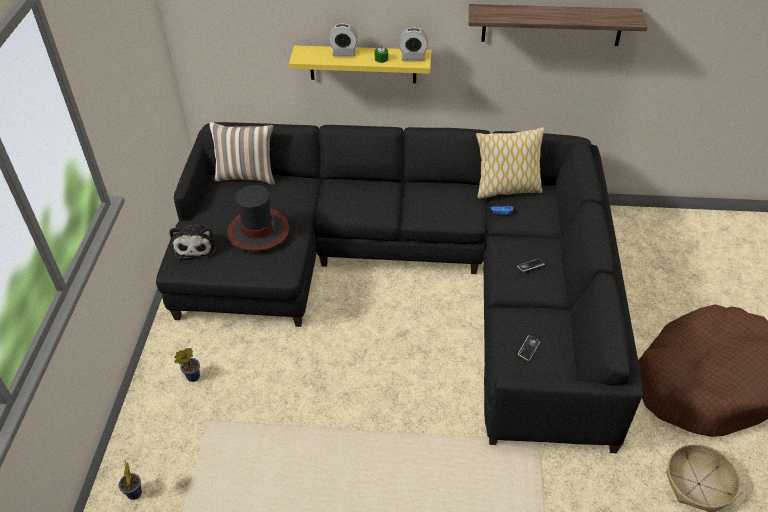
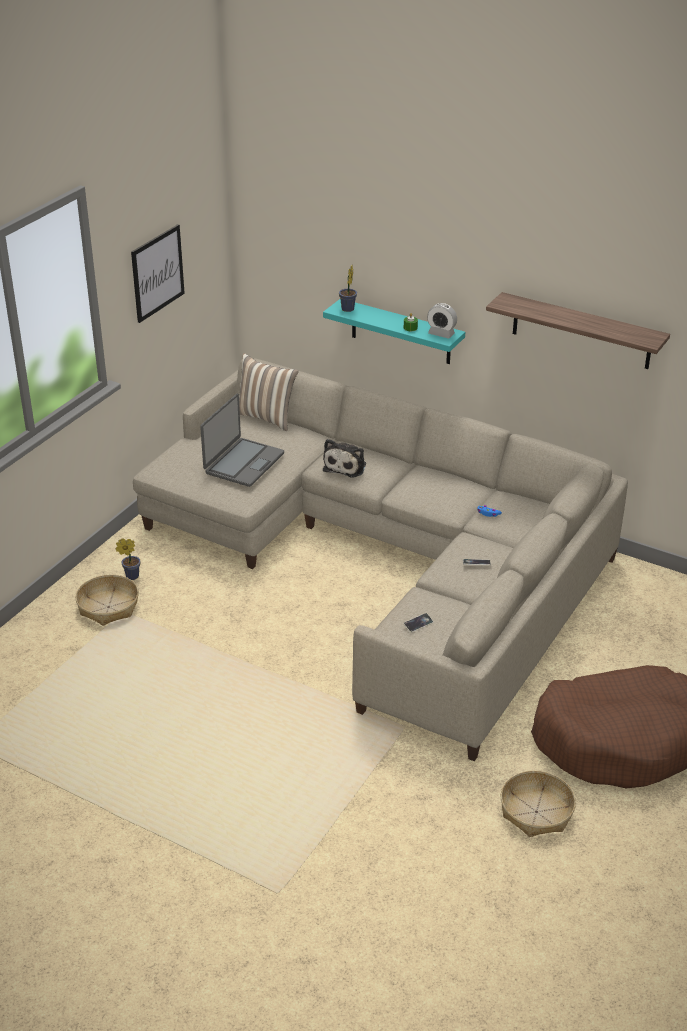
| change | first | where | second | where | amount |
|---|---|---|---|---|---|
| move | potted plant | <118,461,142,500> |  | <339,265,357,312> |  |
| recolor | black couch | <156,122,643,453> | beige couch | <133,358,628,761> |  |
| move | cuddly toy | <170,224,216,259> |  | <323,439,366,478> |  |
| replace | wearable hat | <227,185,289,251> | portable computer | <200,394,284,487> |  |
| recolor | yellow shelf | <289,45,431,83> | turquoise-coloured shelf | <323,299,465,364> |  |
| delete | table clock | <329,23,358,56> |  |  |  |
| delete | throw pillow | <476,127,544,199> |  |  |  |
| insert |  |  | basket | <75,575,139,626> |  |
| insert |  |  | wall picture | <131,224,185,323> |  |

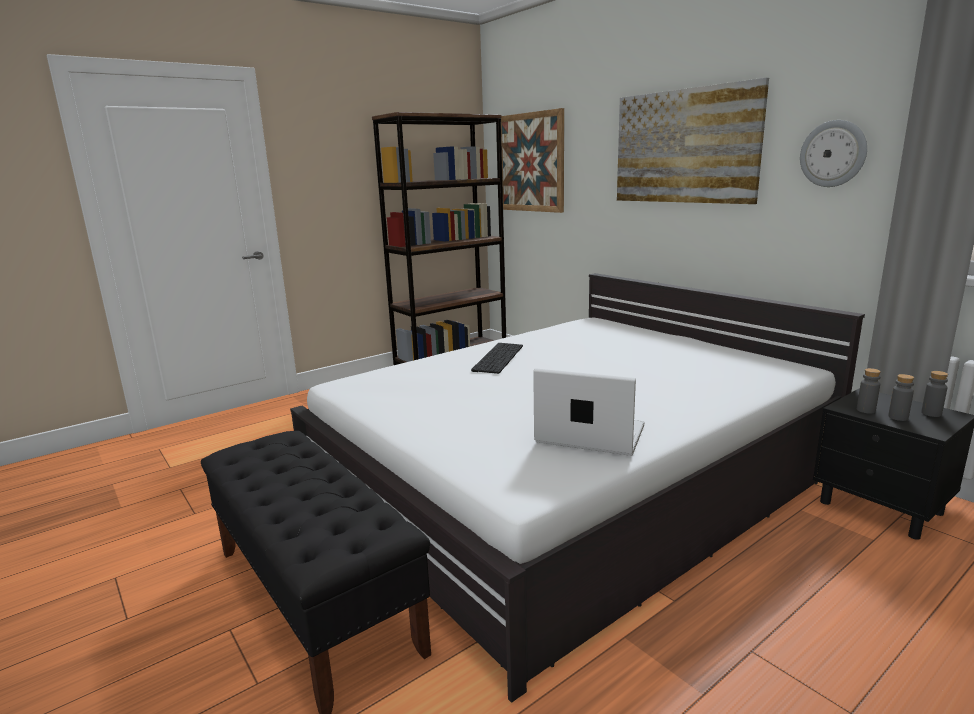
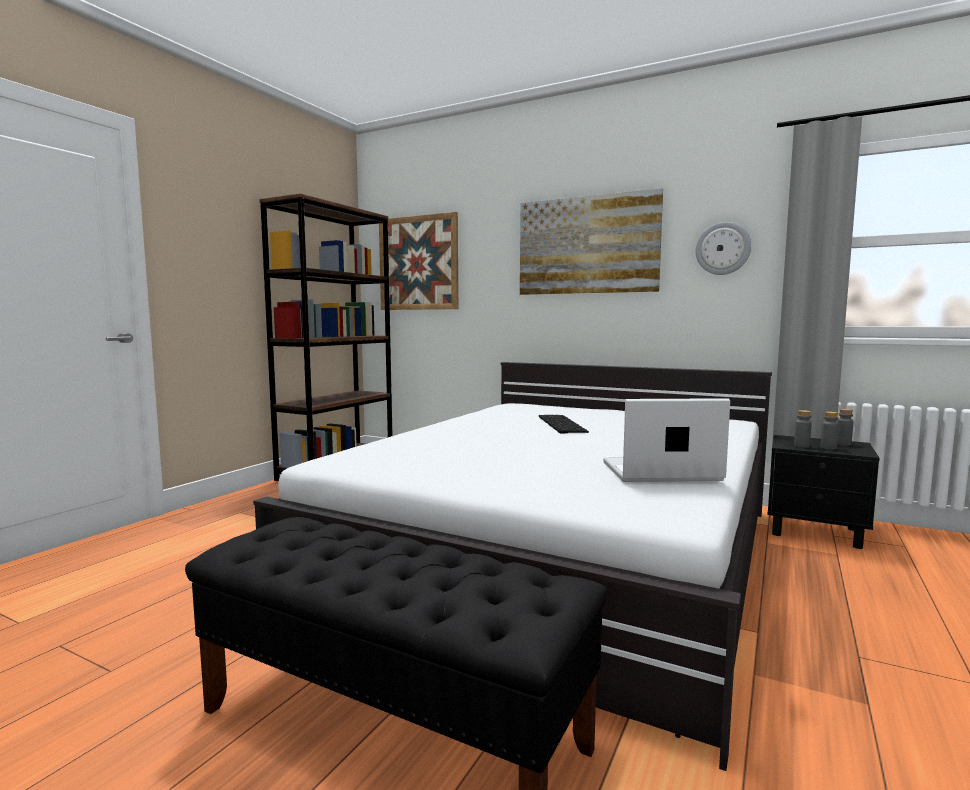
| change | first | where | second | where | amount |
|---|---|---|---|---|---|
| move | keyboard | <471,343,523,374> |  | <539,415,589,433> |  |

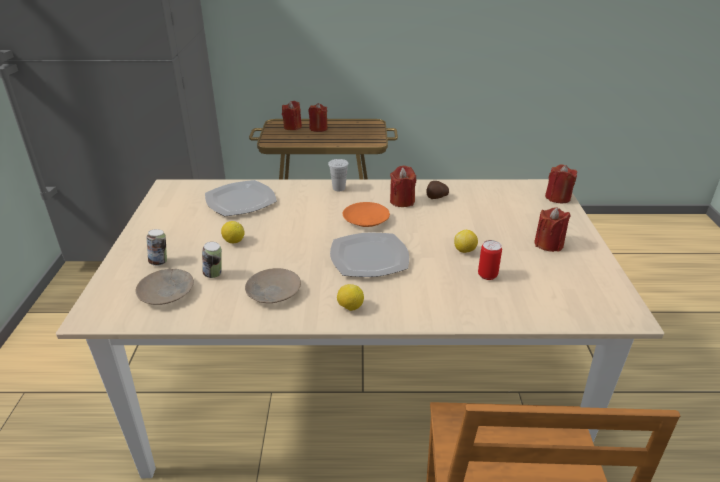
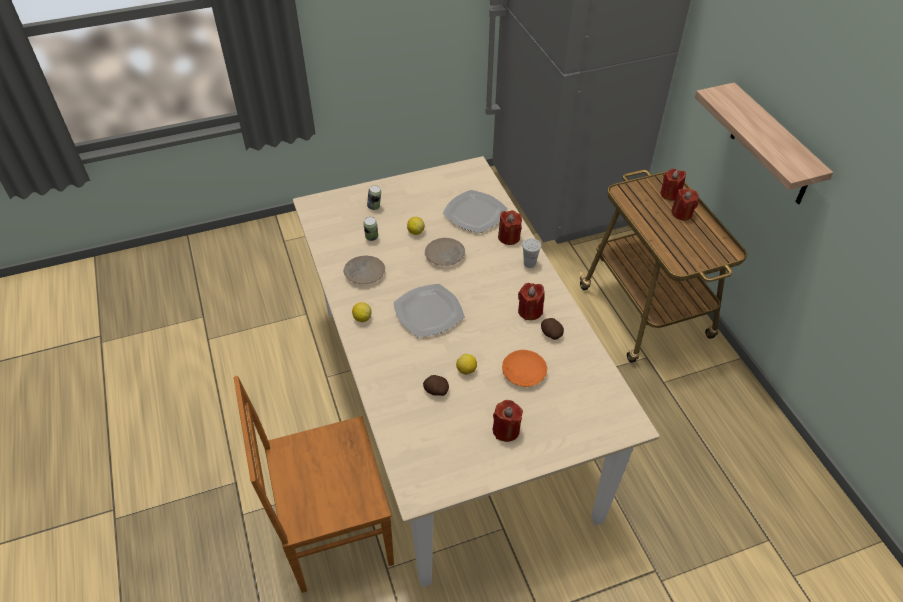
| change | first | where | second | where | amount |
|---|---|---|---|---|---|
| move | beige dinner plate | <135,269,194,305> |  | <425,238,465,266> |  |
| move | orange dinner plate | <343,202,390,227> |  | <502,350,547,387> |  |
| replace | metal can | <478,240,502,280> | potato | <423,375,449,396> |  |
| move | red wax candle | <545,164,577,203> |  | <498,210,522,245> |  |
| insert |  |  | shelf | <695,82,833,204> |  |

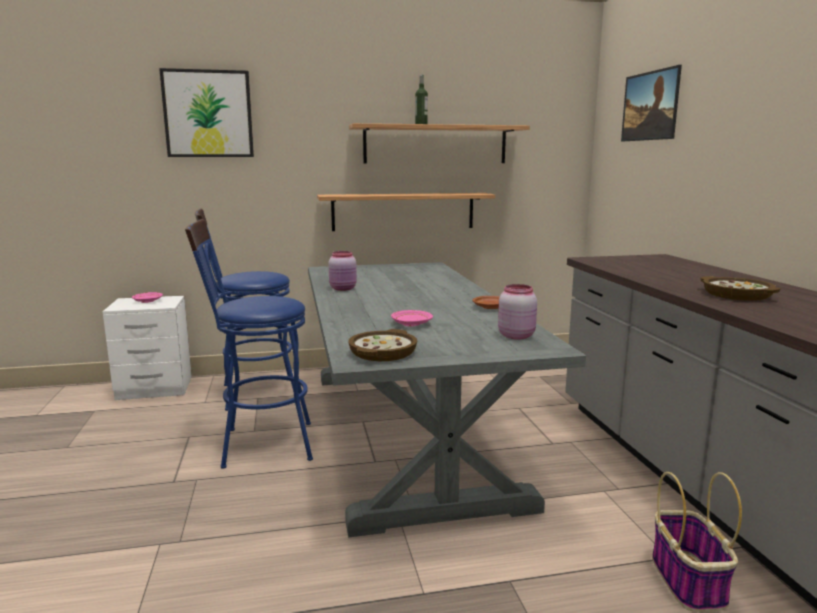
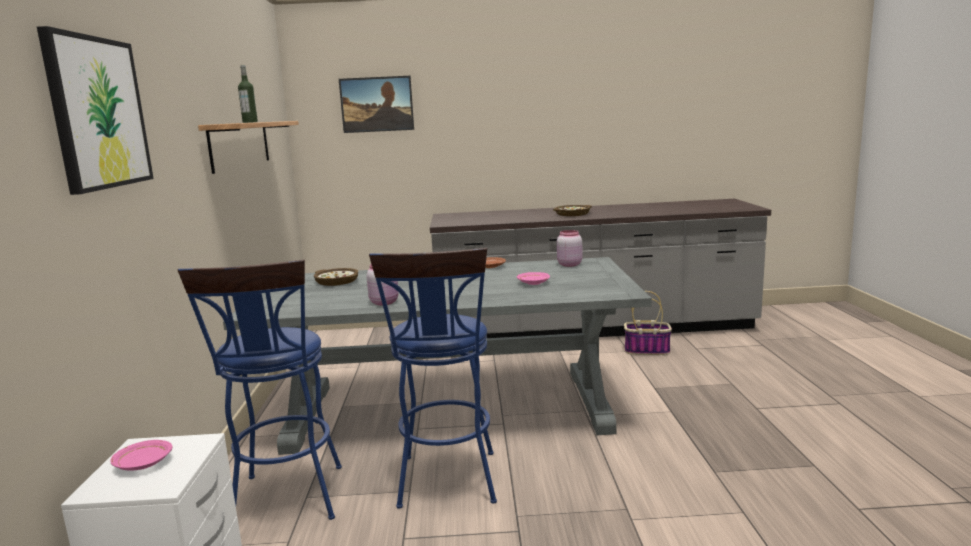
| change | first | where | second | where | amount |
|---|---|---|---|---|---|
| delete | shelf | <317,193,495,231> |  |  |  |
| move | bowl | <348,329,417,361> |  | <314,268,358,286> |  |

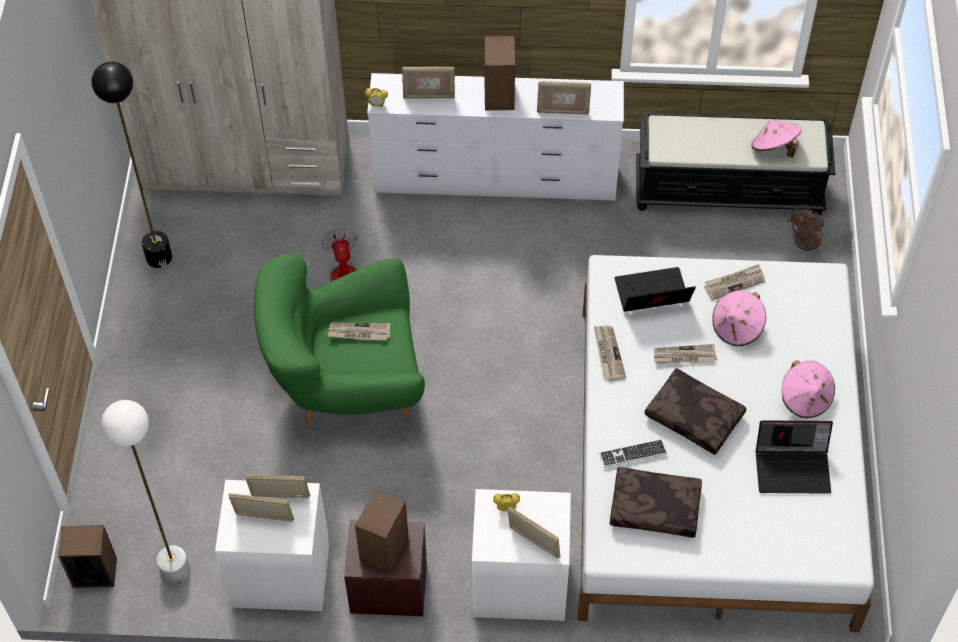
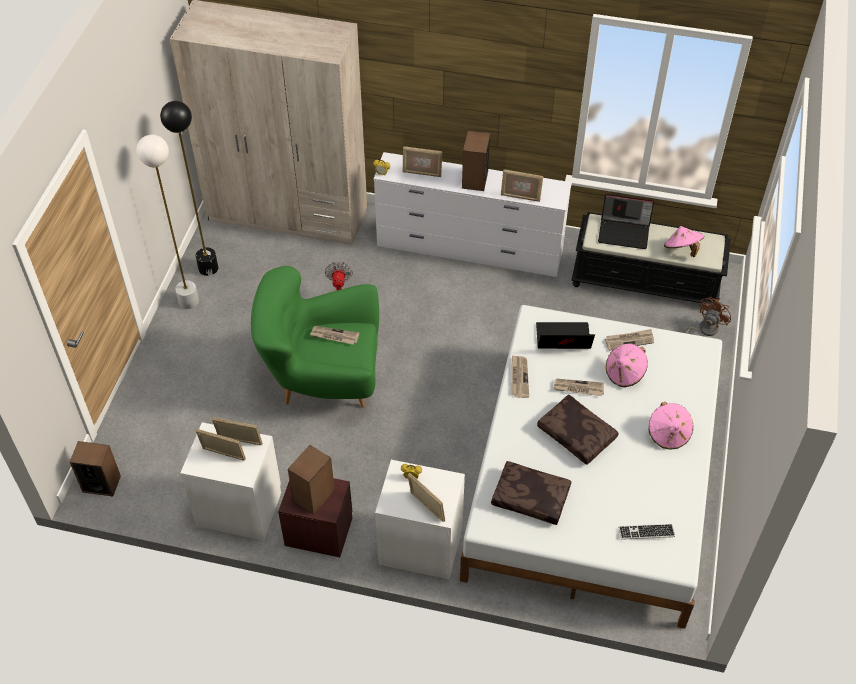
| change | first | where | second | where | amount |
|---|---|---|---|---|---|
| move | white-coloured standard lamp | <101,400,191,585> |  | <136,135,199,309> |  |
| move | keyboard | <599,439,667,468> |  | <618,524,675,540> |  |
| move | portable computer | <756,420,833,494> |  | <598,194,654,249> |  |
| rotate | brownish fan | <787,204,853,251> |  | <683,297,731,336> | 150 degrees clockwise |

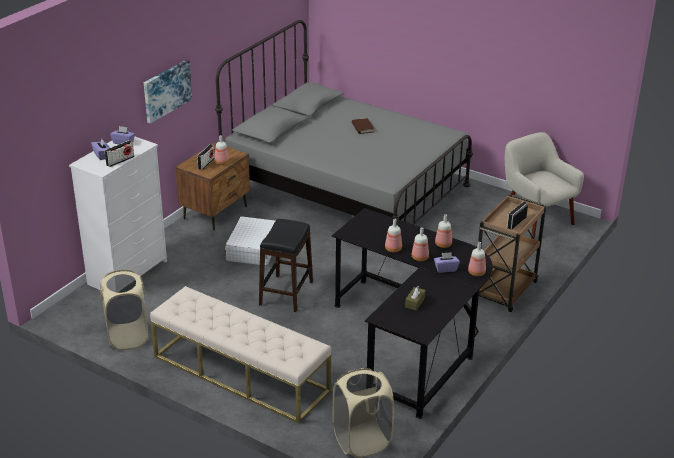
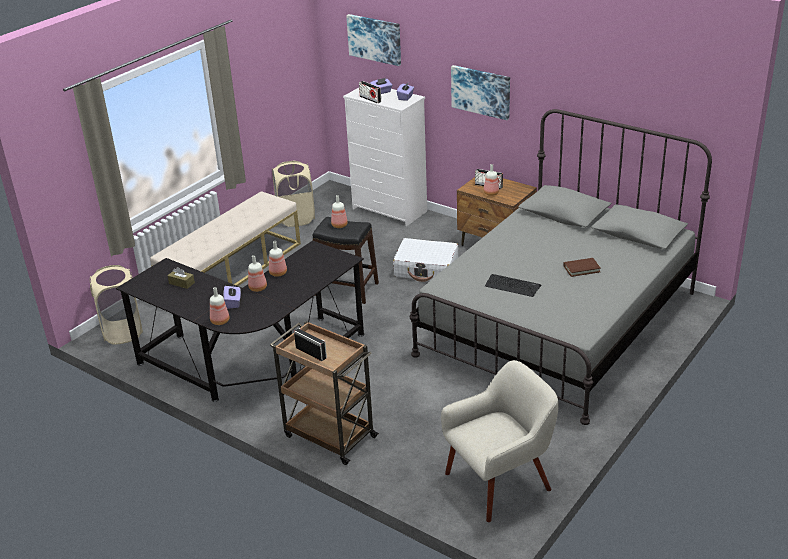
| change | first | where | second | where | amount |
|---|---|---|---|---|---|
| move | beverage bottle | <435,214,452,248> |  | <331,195,348,228> |  |
| insert |  |  | wall picture | <346,14,401,66> |  |
| insert |  |  | keyboard | <485,274,541,297> |  |

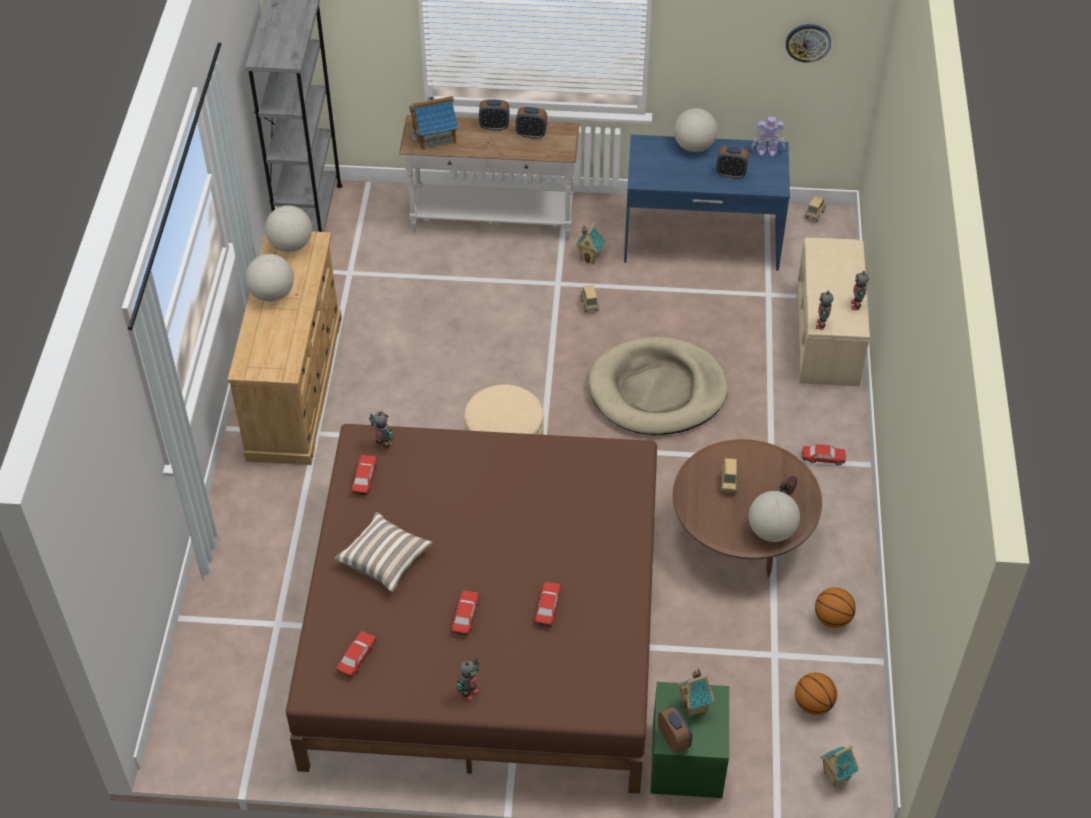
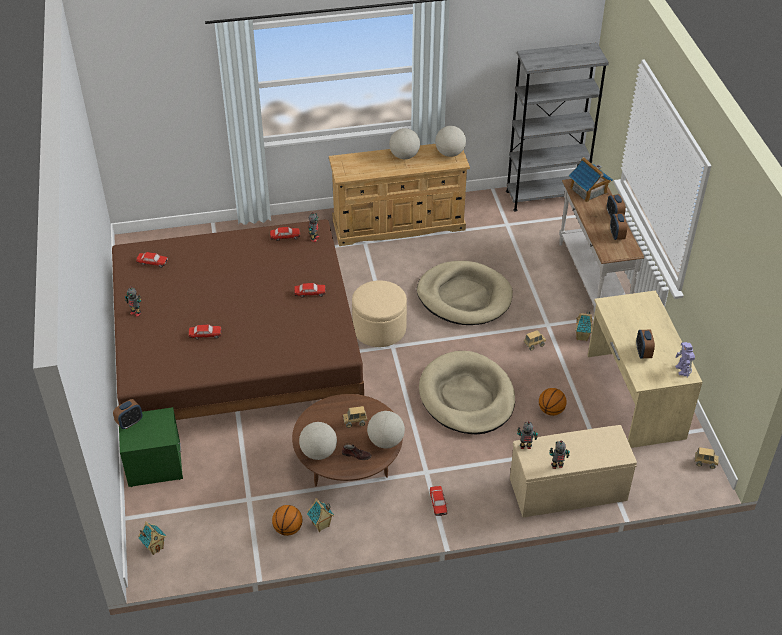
| change | first | where | second | where | amount |
|---|---|---|---|---|---|
| delete | throw pillow | <334,512,433,592> |  |  |  |
| move | model car | <452,590,479,636> |  | <294,283,326,298> |  |
| recolor | blue-coloured desk unit | <624,135,790,270> | beige desk unit | <587,290,703,448> |  |
| move | world globe | <674,108,717,152> |  | <367,411,405,448> |  |
| move | toy house | <678,668,715,717> |  | <307,498,334,532> |  |
| delete | wall clock | <786,24,831,63> |  |  |  |
| move | basketball | <795,673,837,715> |  | <539,388,567,416> |  |
| insert |  |  | beige pet bed | <417,261,513,325> |  |

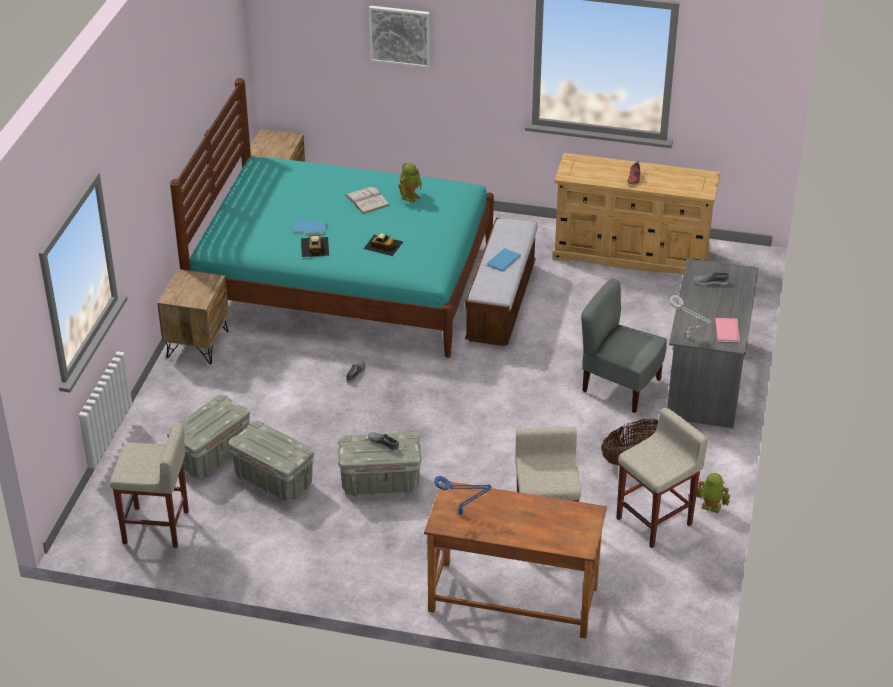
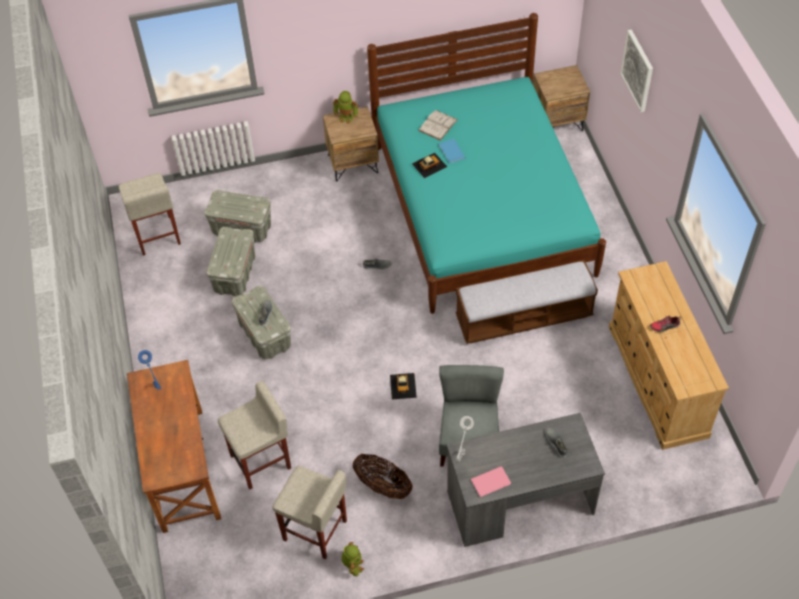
| change | first | where | second | where | amount |
|---|---|---|---|---|---|
| move | white-coloured book | <346,186,390,214> |  | <418,110,458,141> |  |
| move | model car | <363,233,403,256> |  | <390,373,417,399> |  |
| move | toy robot | <398,163,422,202> |  | <333,91,358,124> |  |
| delete | blue-coloured book | <487,248,521,272> |  |  |  |

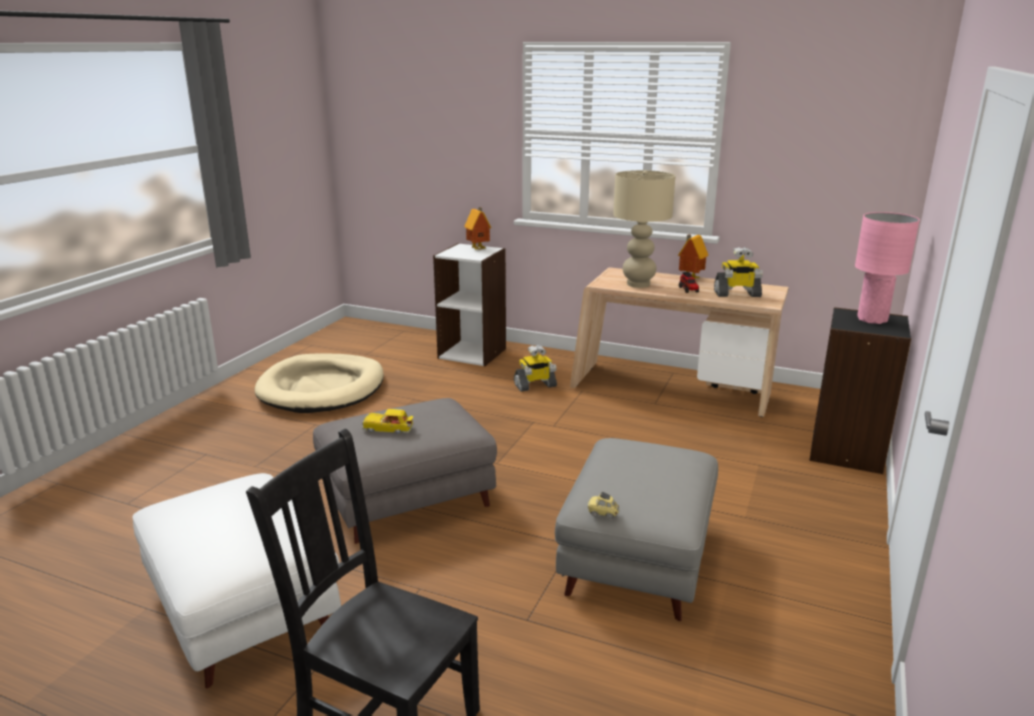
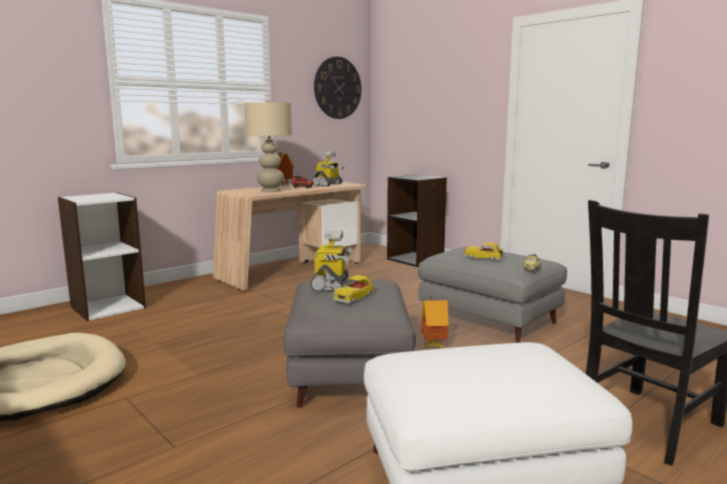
| change | first | where | second | where | amount |
|---|---|---|---|---|---|
| move | toy house | <464,207,491,250> |  | <421,296,448,348> |  |
| move | toy robot | <514,345,557,392> |  | <310,230,354,292> |  |
| delete | pink table lamp | <855,212,920,324> |  |  |  |
| insert |  |  | wall clock | <314,57,361,119> |  |
| insert |  |  | model car | <464,242,504,260> |  |

